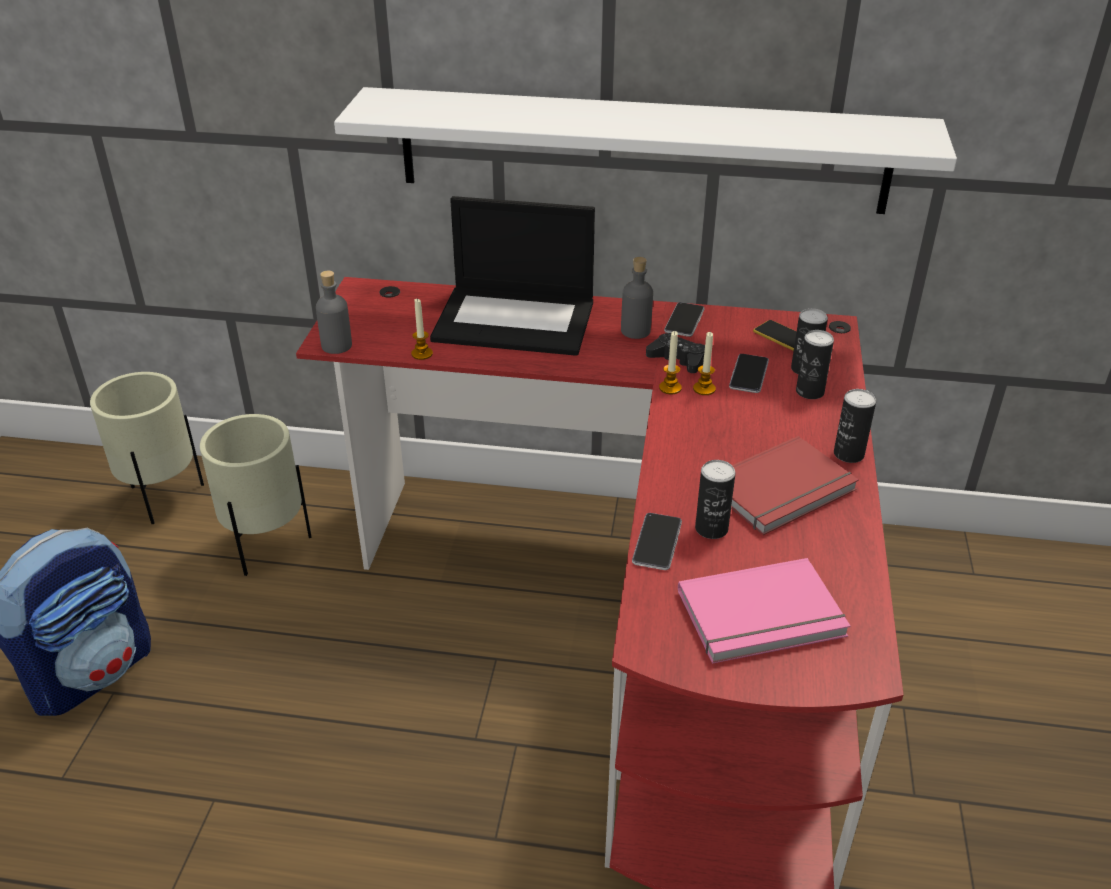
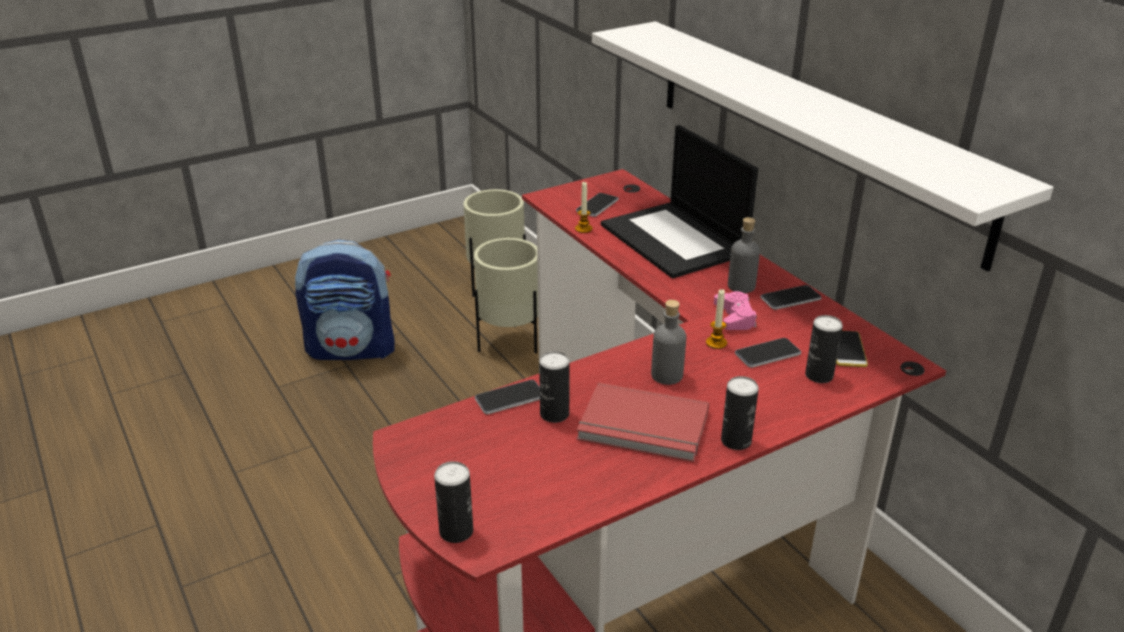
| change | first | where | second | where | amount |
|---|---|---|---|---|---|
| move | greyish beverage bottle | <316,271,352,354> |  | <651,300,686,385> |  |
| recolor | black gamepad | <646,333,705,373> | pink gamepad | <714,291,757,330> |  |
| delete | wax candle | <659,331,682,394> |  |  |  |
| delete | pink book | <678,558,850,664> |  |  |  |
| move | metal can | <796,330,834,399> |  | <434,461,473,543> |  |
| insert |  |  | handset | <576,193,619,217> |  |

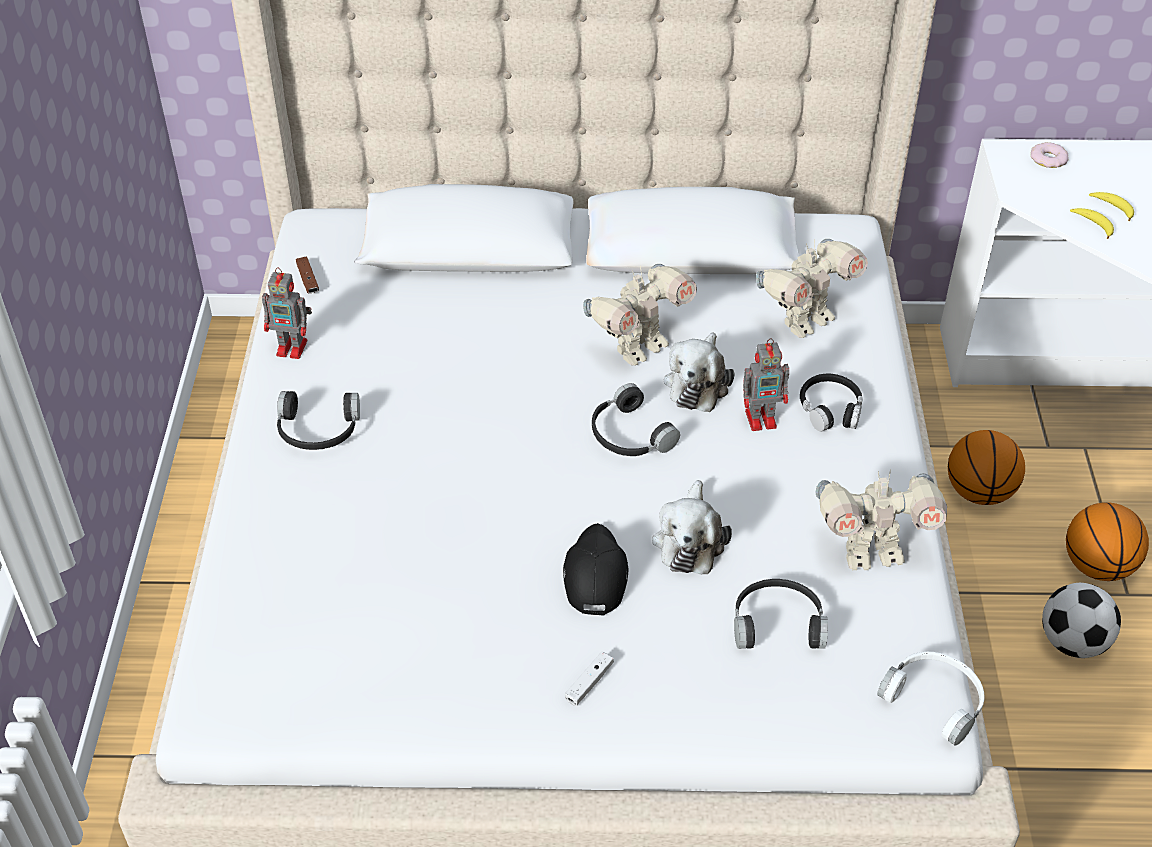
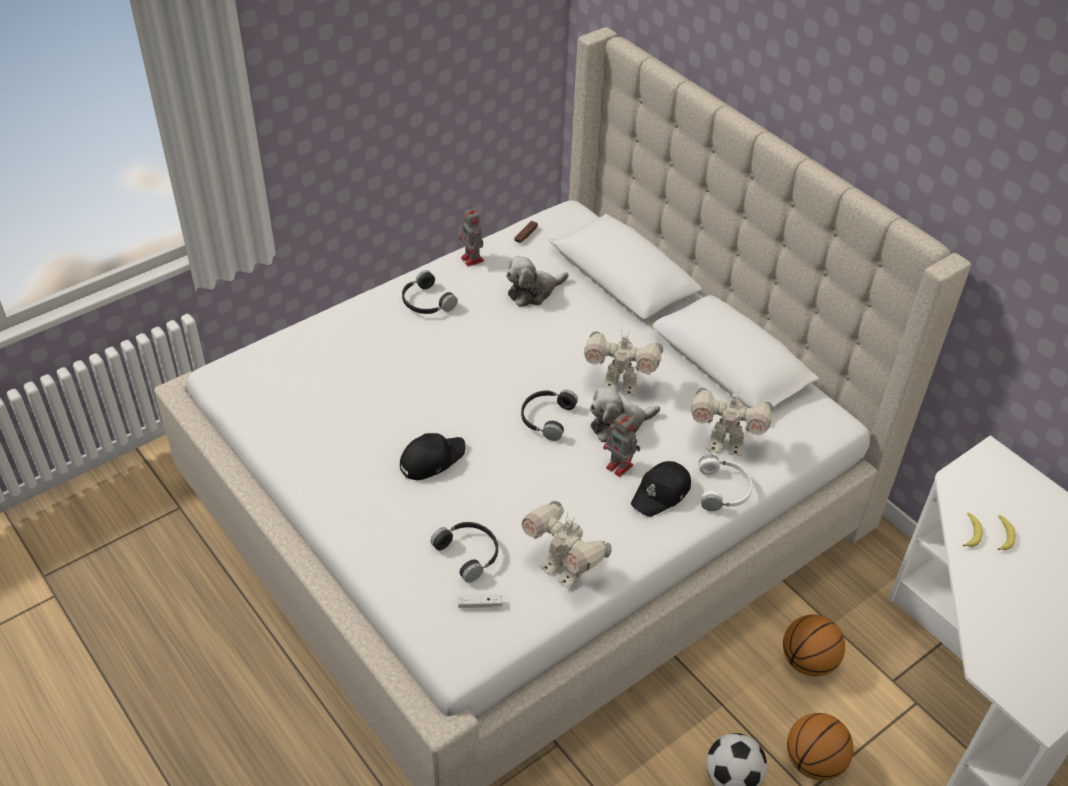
| change | first | where | second | where | amount |
|---|---|---|---|---|---|
| move | white-coloured gamepad | <565,651,614,706> |  | <458,595,502,608> |  |
| move | cuddly toy | <652,480,732,574> |  | <506,256,569,307> |  |
| replace | black headphones | <800,373,863,432> | black cap | <631,461,691,517> |  |
| move | white-coloured headphones | <877,652,985,746> |  | <698,455,752,511> |  |
| delete | ring doughnut | <1031,142,1069,168> |  |  |  |

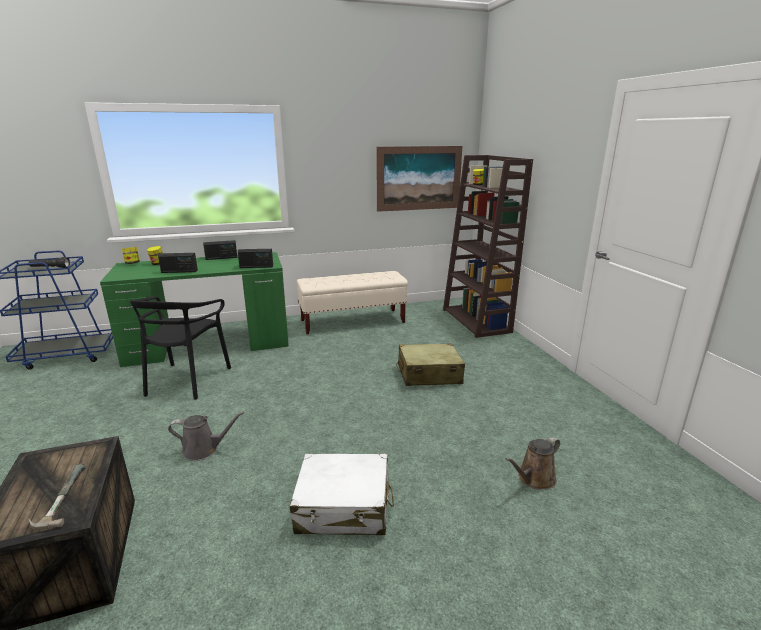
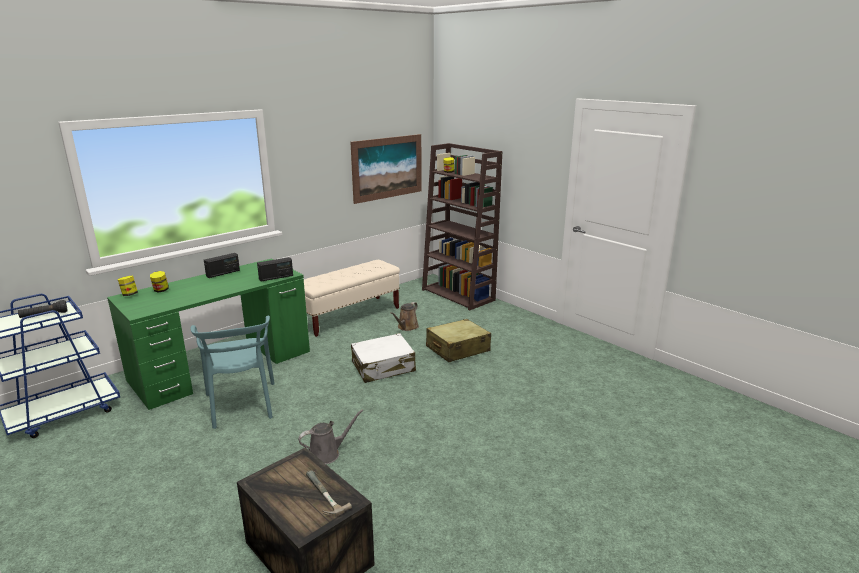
| change | first | where | second | where | amount |
|---|---|---|---|---|---|
| recolor | black plain chair | <130,296,231,400> | turquoise-coloured plain chair | <190,316,275,429> |  |
| delete | radio receiver | <158,253,198,273> |  |  |  |
| move | white-coloured piece of luggage | <290,453,394,535> |  | <351,333,416,383> |  |
| move | brownish watering can | <505,437,560,490> |  | <390,302,419,331> |  |

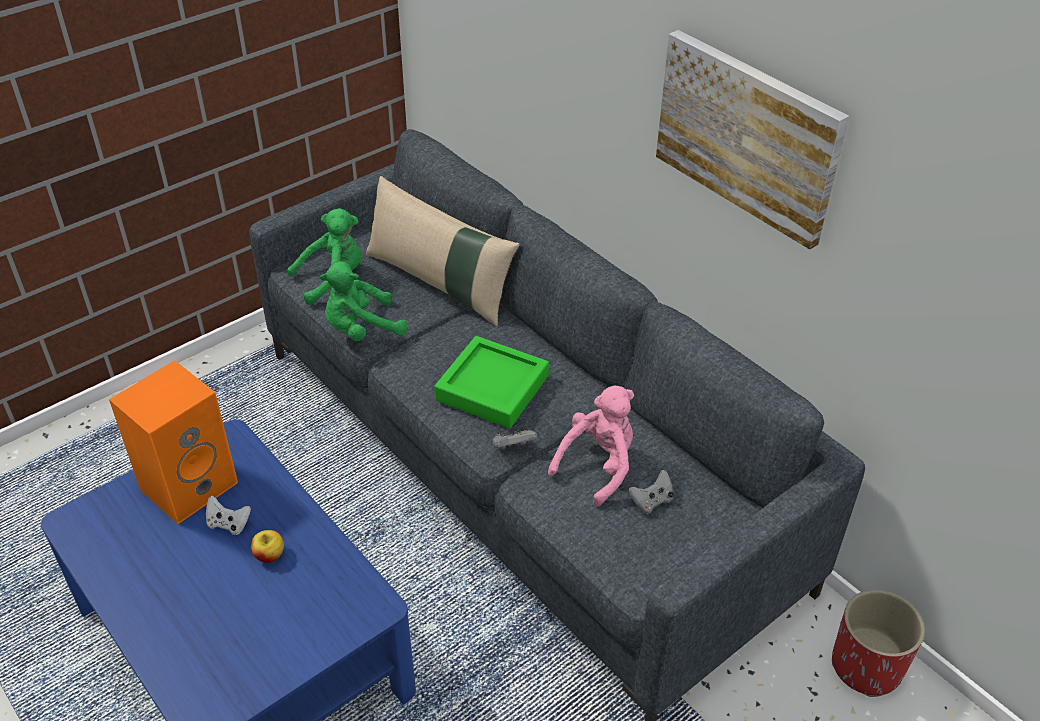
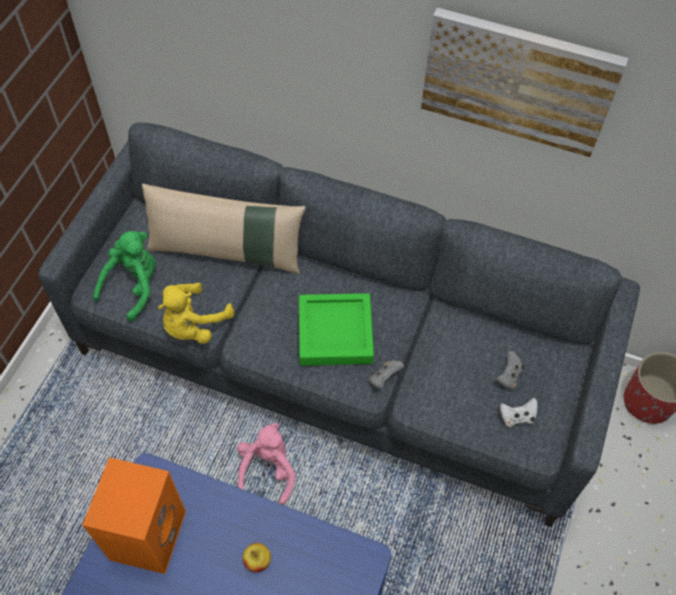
| change | first | where | second | where | amount |
|---|---|---|---|---|---|
| move | white-coloured gamepad | <206,496,251,535> |  | <500,398,538,427> |  |
| recolor | green-coloured cuddly toy | <320,262,407,341> | yellow cuddly toy | <158,282,234,344> |  |
| move | pink cuddly toy | <548,386,634,506> |  | <237,422,295,505> |  |

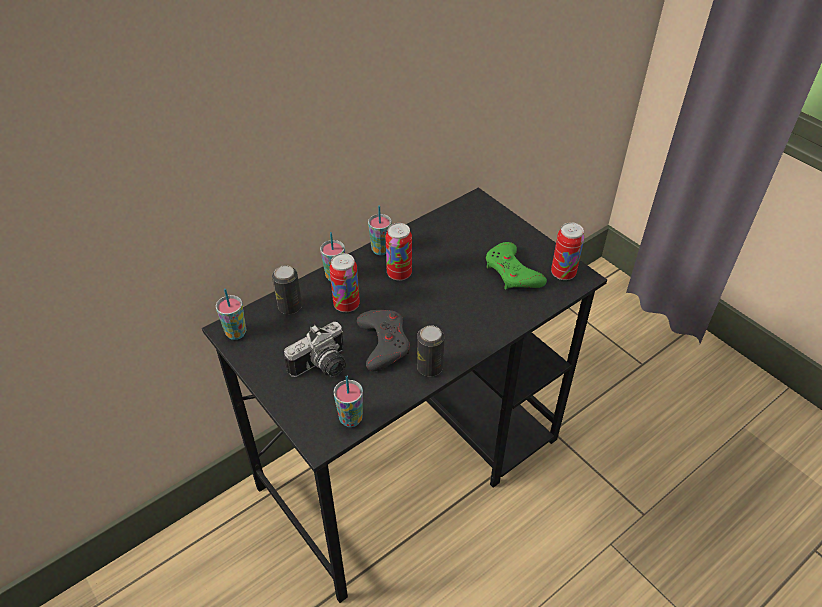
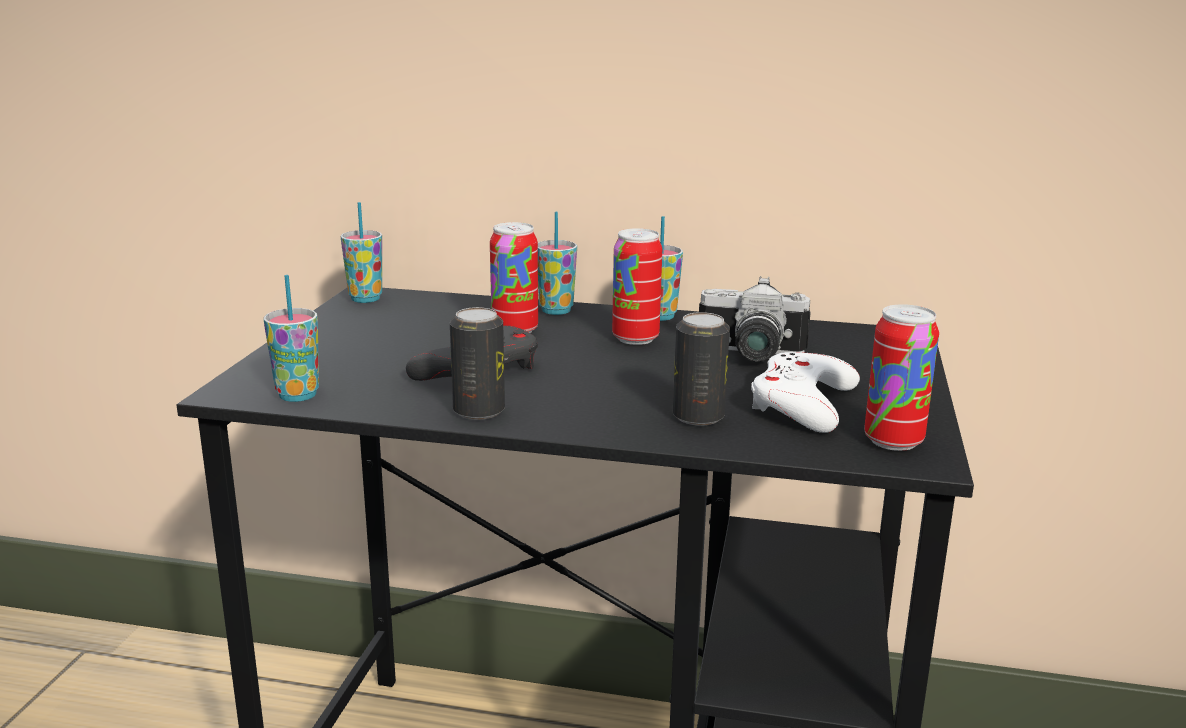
| change | first | where | second | where | amount |
|---|---|---|---|---|---|
| move | metal can | <272,265,302,314> |  | <673,312,730,426> |  |
| move | still camera | <284,322,346,377> |  | <699,276,811,362> |  |
| recolor | green-coloured gamepad | <486,242,547,289> | white-coloured gamepad | <751,352,860,433> |  |

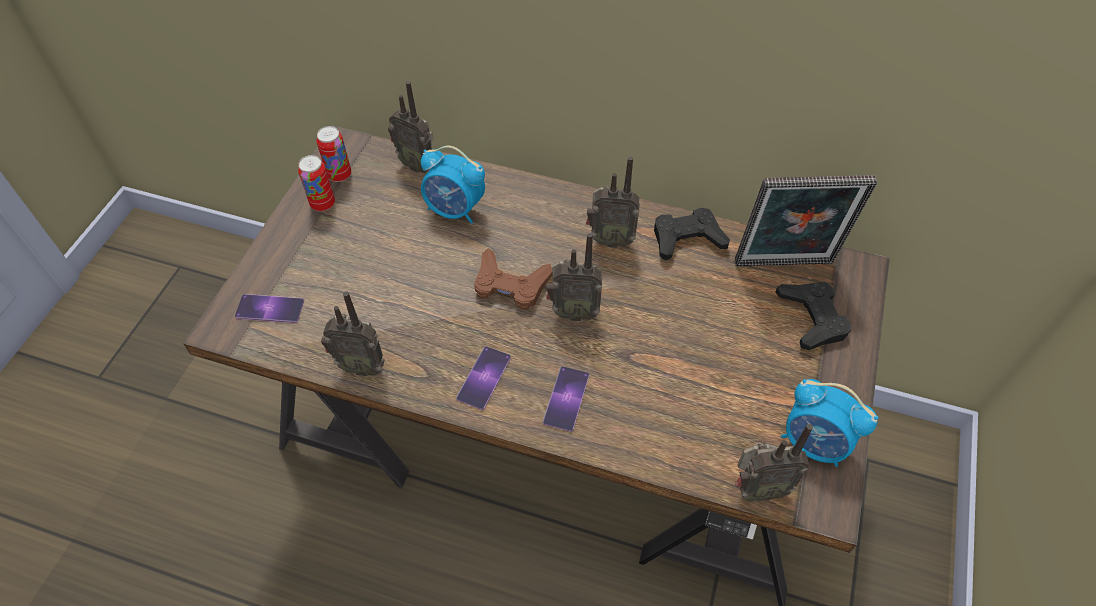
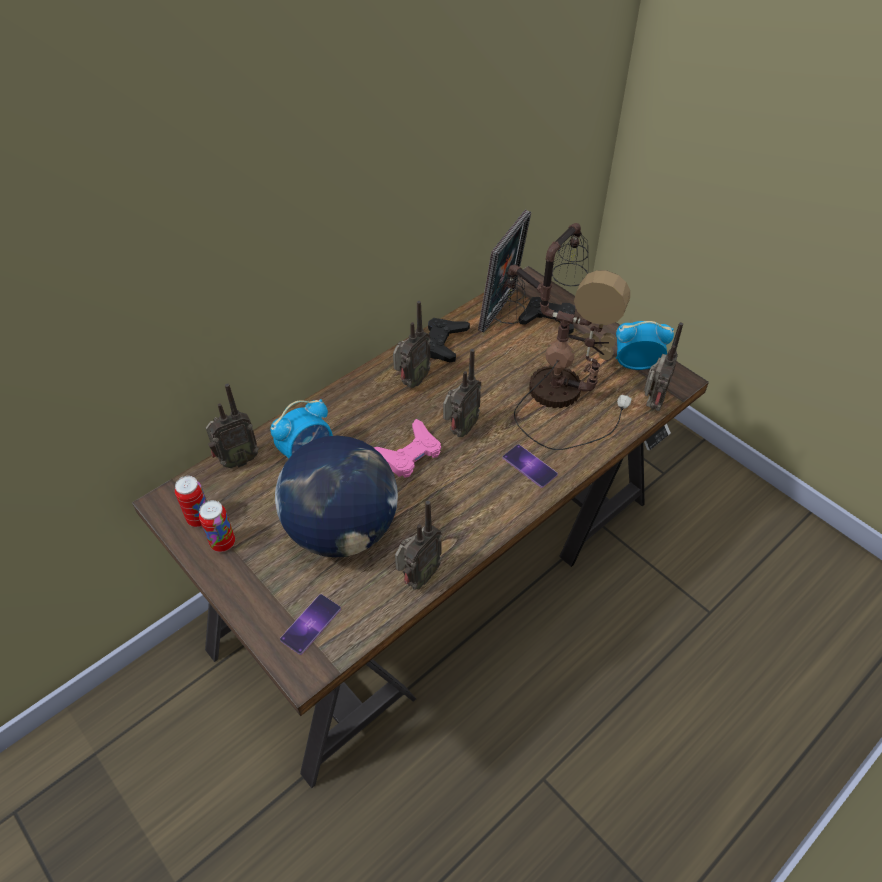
| change | first | where | second | where | amount |
|---|---|---|---|---|---|
| delete | handset | <456,346,511,410> |  |  |  |
| recolor | brownish gamepad | <474,248,553,310> | pink gamepad | <373,419,441,478> |  |
| rotate | table clock | <781,379,879,467> |  | <616,321,674,370> | 150 degrees counterclockwise |
| insert |  |  | world globe | <275,436,398,558> |  |
| insert |  |  | table lamp | <491,223,632,450> |  |

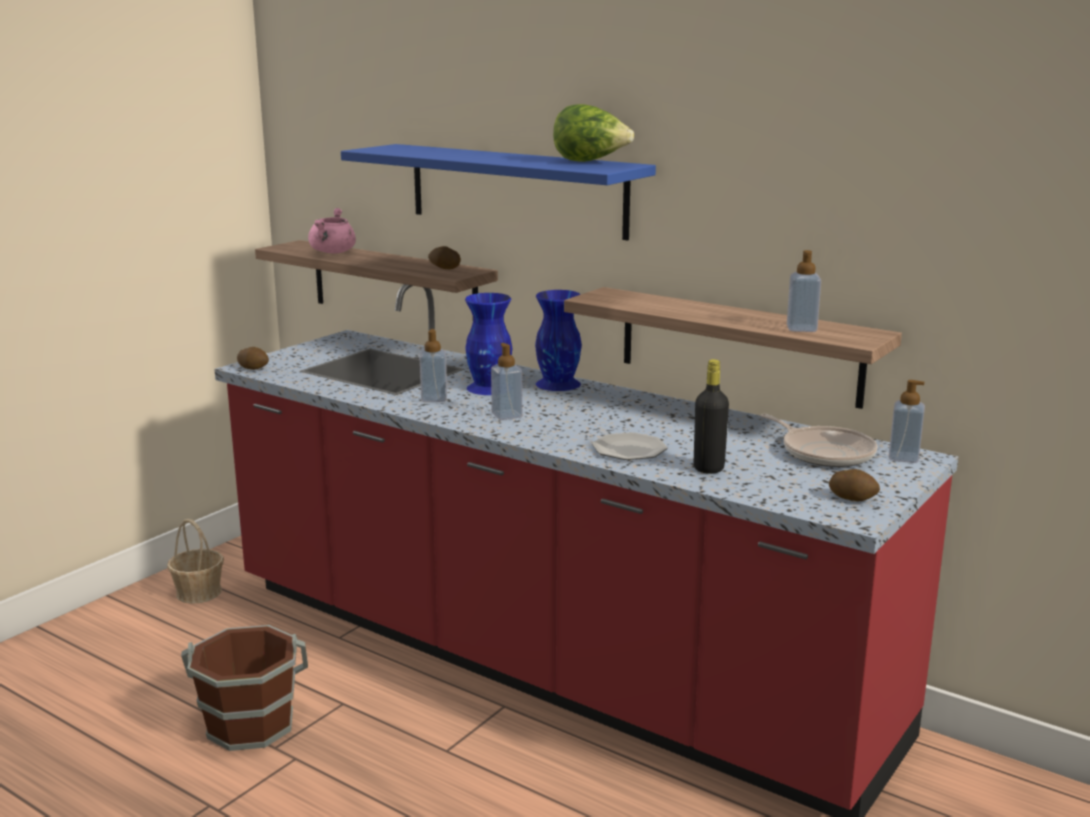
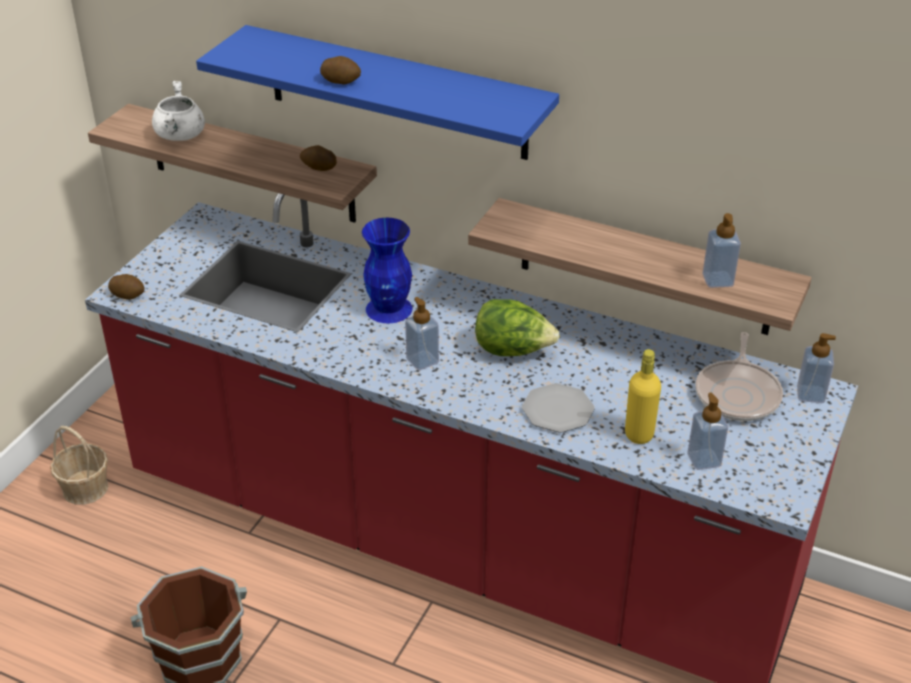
| change | first | where | second | where | amount |
|---|---|---|---|---|---|
| recolor | pink cooking pot | <308,208,356,253> | white-coloured cooking pot | <152,81,205,141> |  |
| move | soap bottle | <420,329,447,402> |  | <687,393,728,470> |  |
| delete | blue-coloured vase | <535,290,582,391> |  |  |  |
| move | head of lettuce | <553,104,634,162> |  | <475,299,560,356> |  |
| recolor | black beverage bottle | <694,359,729,474> | yellow beverage bottle | <625,349,661,444> |  |
| rotate | frying pan | <760,414,877,467> |  | <696,332,783,421> | 60 degrees clockwise |
| move | potato | <829,469,880,501> |  | <320,56,361,85> |  |

